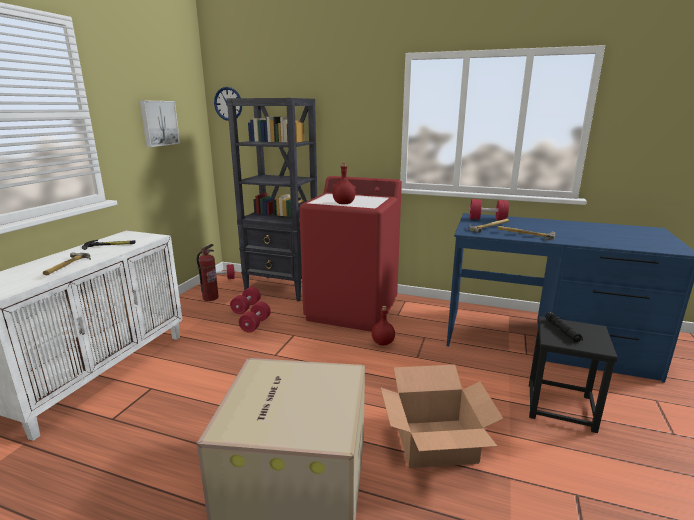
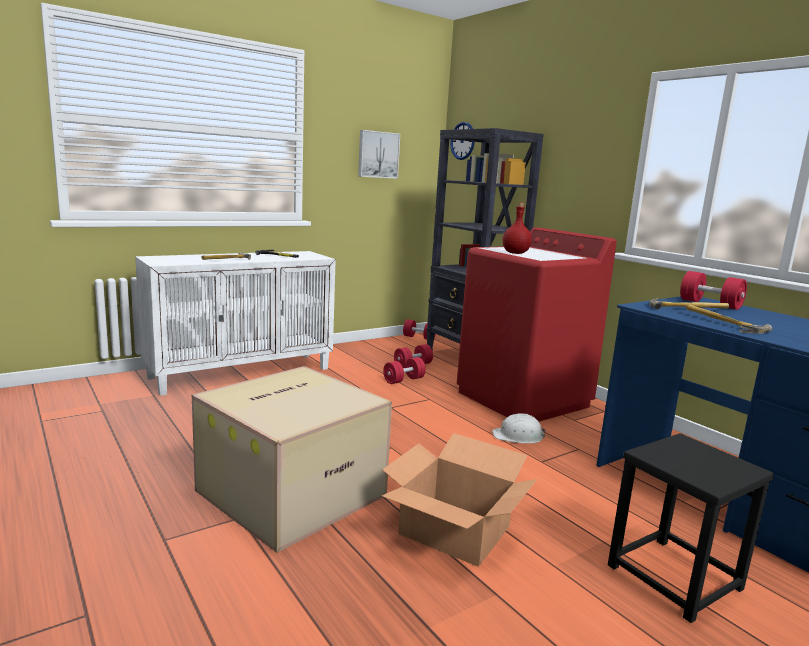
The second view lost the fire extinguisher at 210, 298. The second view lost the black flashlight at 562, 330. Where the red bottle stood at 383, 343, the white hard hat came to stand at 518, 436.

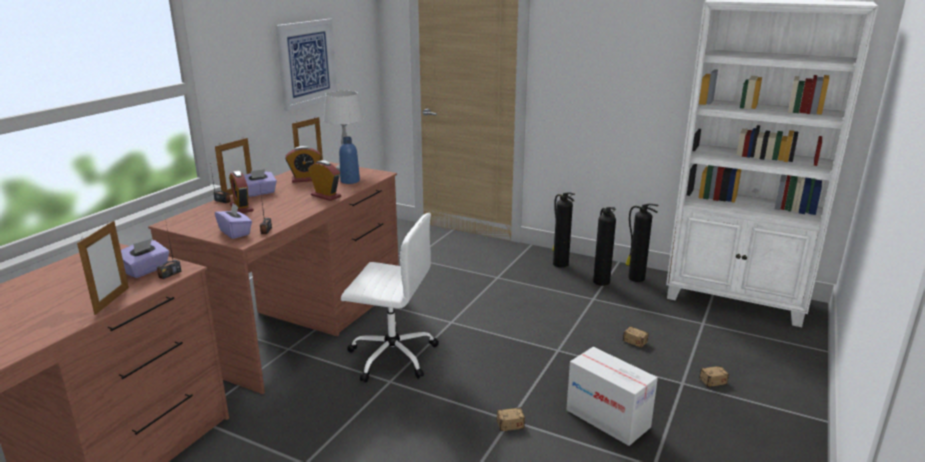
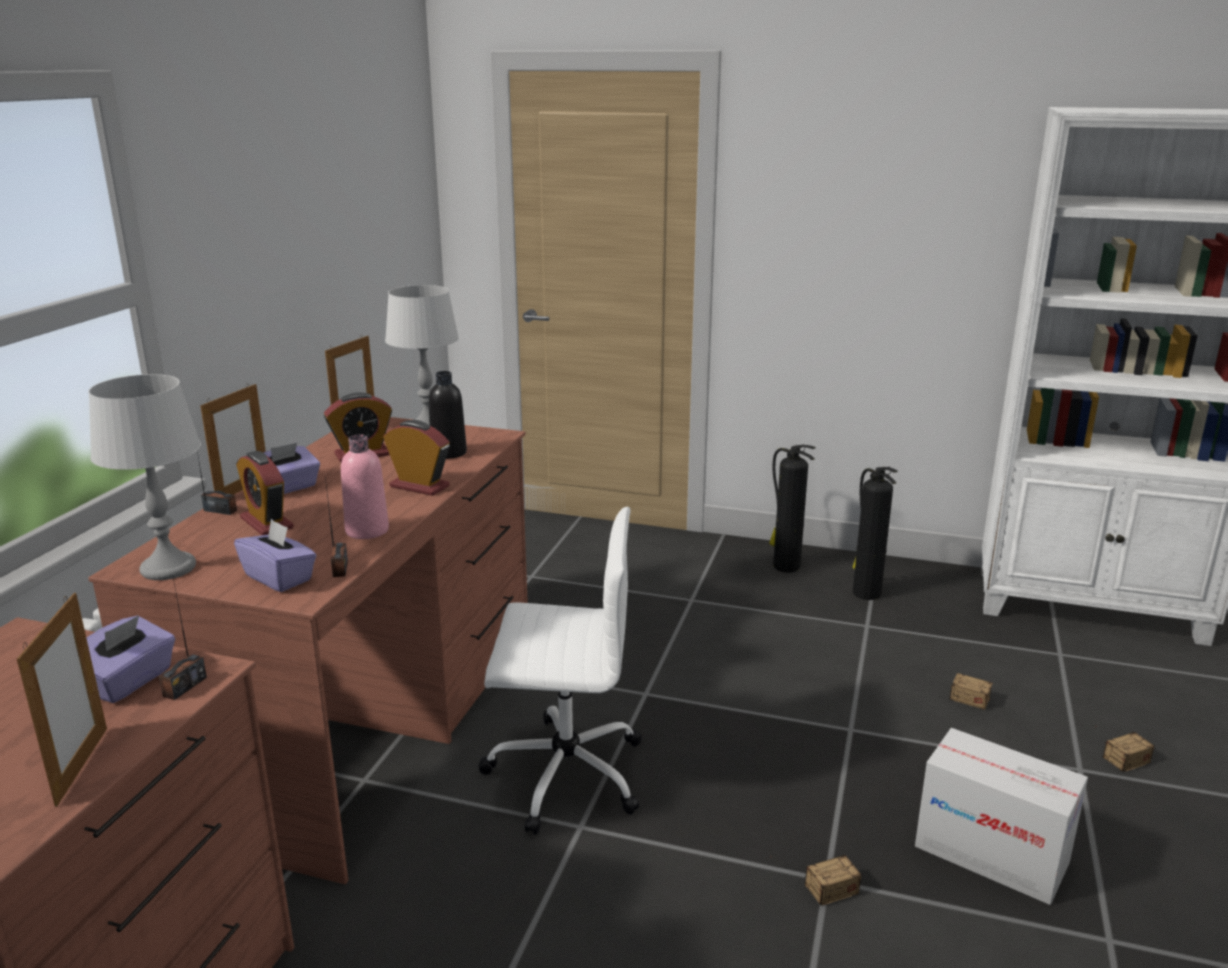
The second view lost the picture at 307, 63. The second view lost the fire extinguisher at 635, 278. The second view gained the grey table lamp at 168, 568. The second view gained the pink bottle at 367, 531. What was the blue bottle at 350, 181 turned into the black bottle at 448, 453.

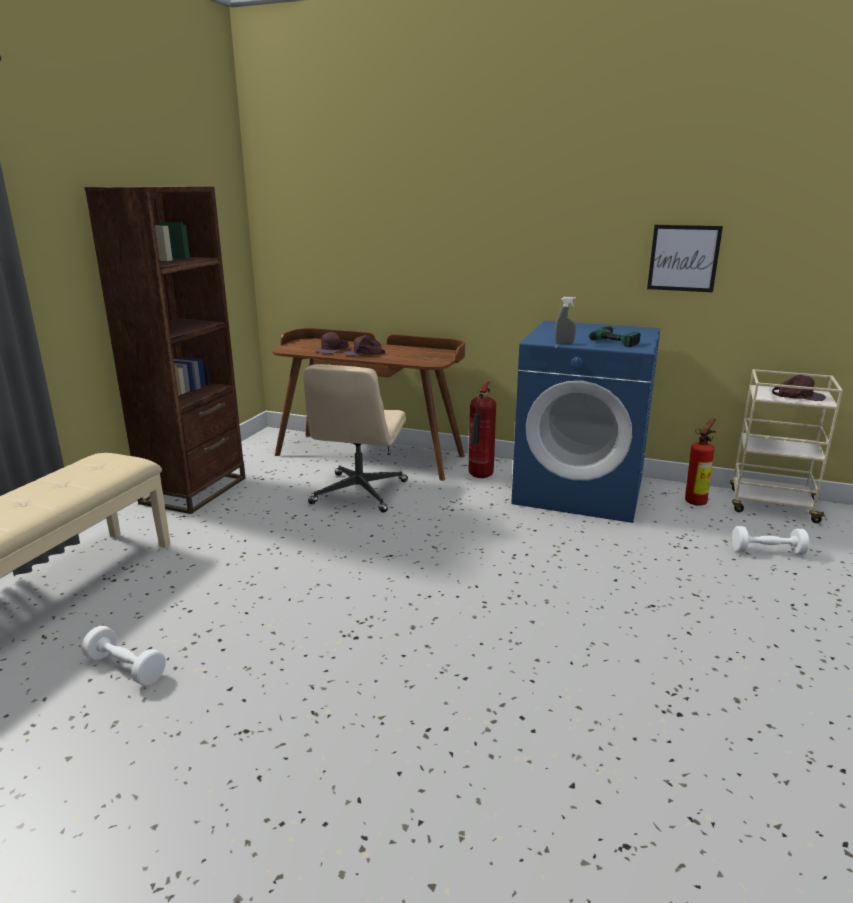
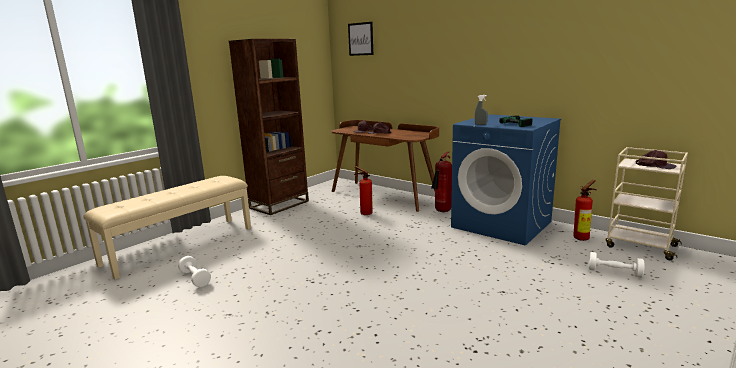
The picture ended up elsewhere, having gone from 683, 258 to 360, 39. Where the beige office chair stood at 359, 493, the fire extinguisher came to stand at 364, 213.

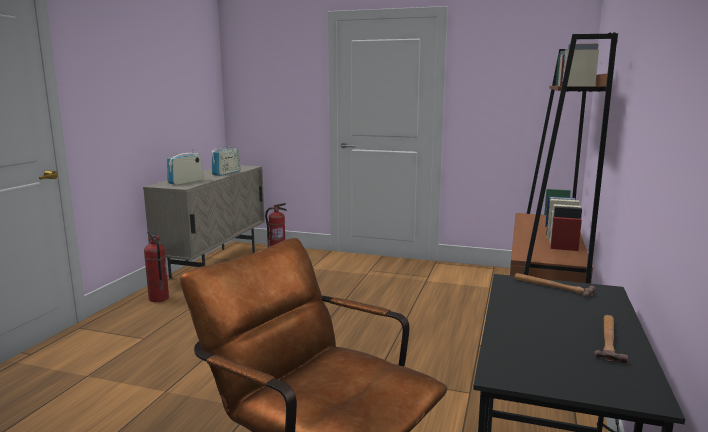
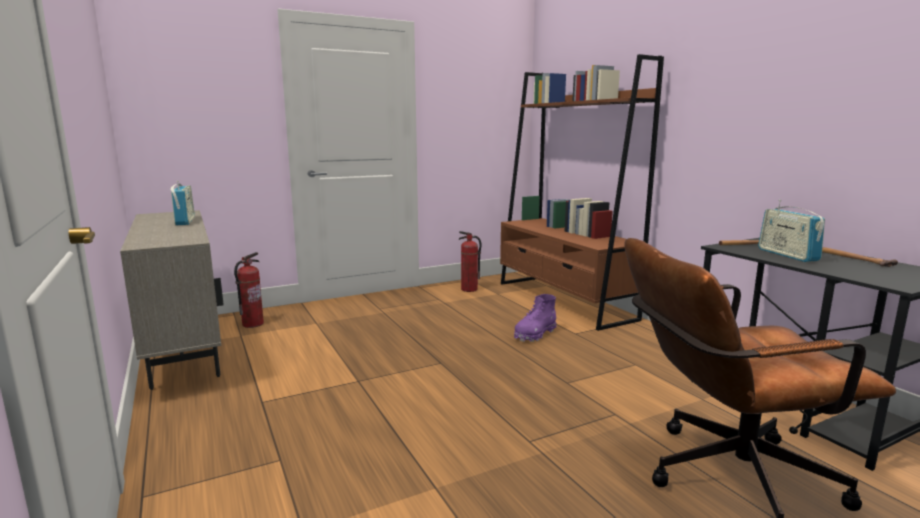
The second view gained the purple boot at 534, 334. The fire extinguisher ended up elsewhere, having gone from 158, 298 to 469, 289. The radio ended up elsewhere, having gone from 186, 181 to 787, 255.

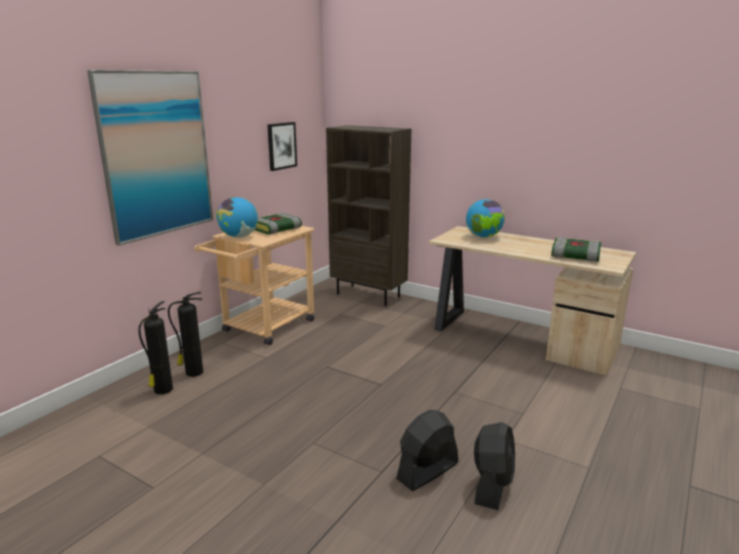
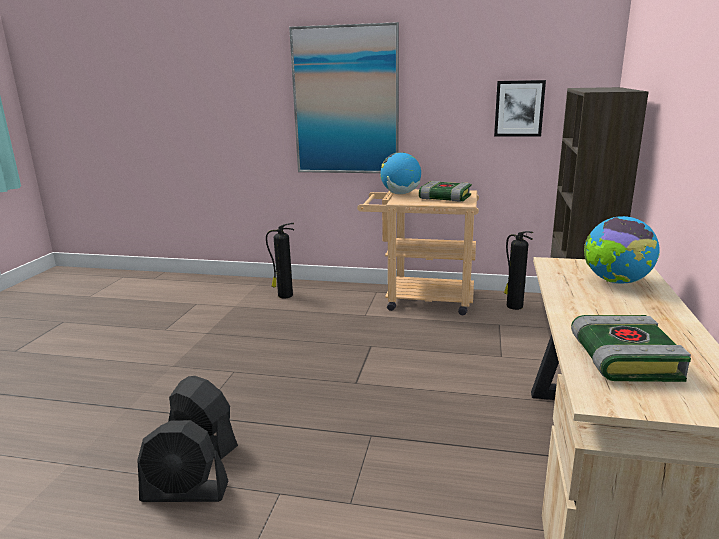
The fire extinguisher ended up elsewhere, having gone from 193, 372 to 513, 306.

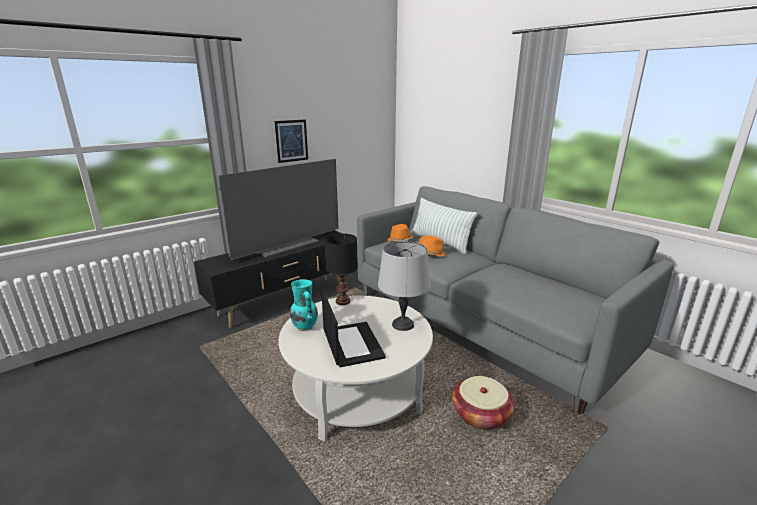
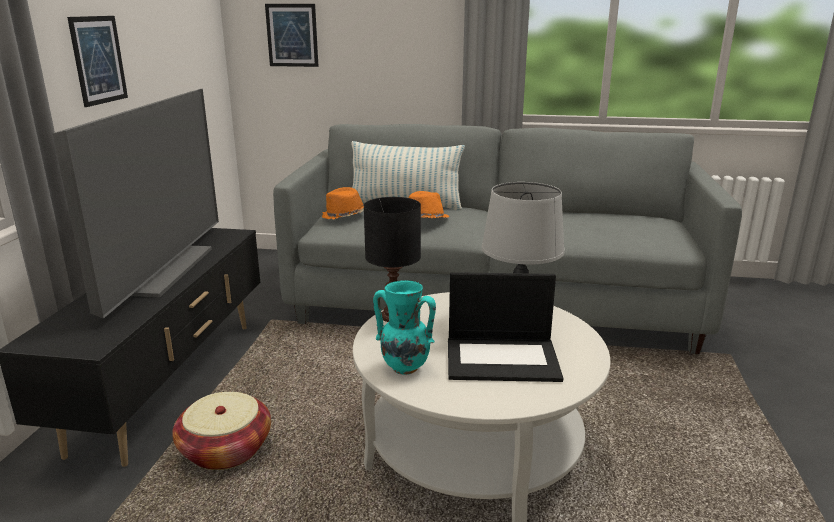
The second view gained the picture at 292, 35. The basket ended up elsewhere, having gone from 481, 414 to 226, 450. The laptop at 351, 343 ended up facing another way, 150 degrees clockwise from before.

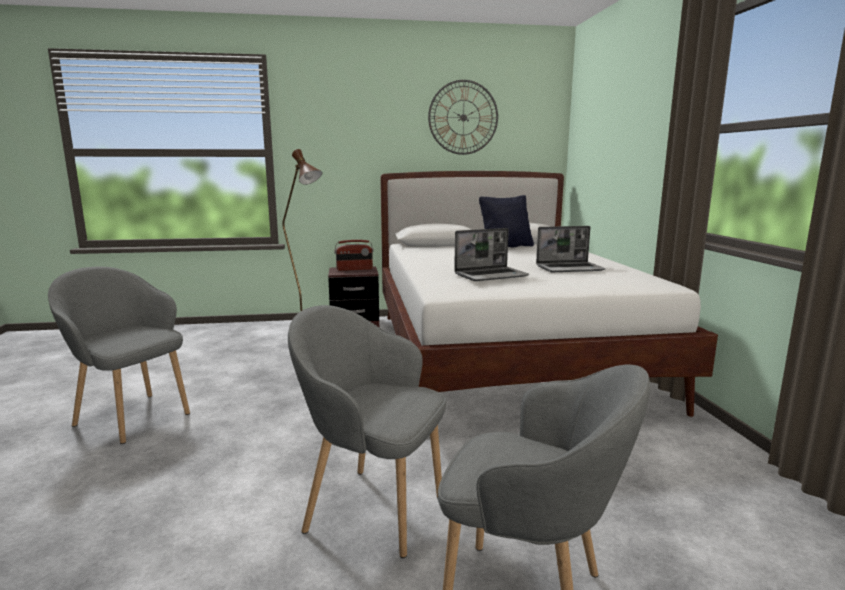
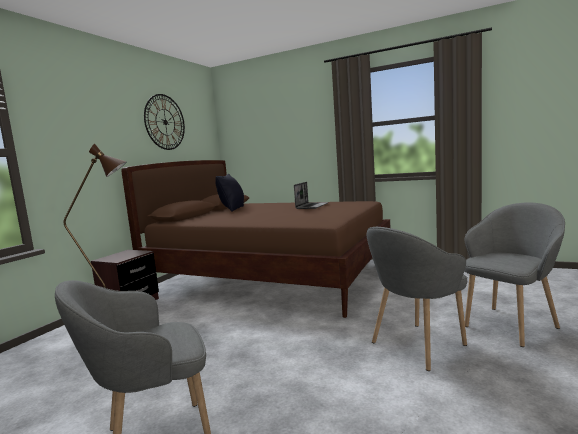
The second view lost the radio at 354, 269. The second view lost the laptop at 491, 275. What was the white bed at 504, 355 turned into the brown bed at 272, 276.

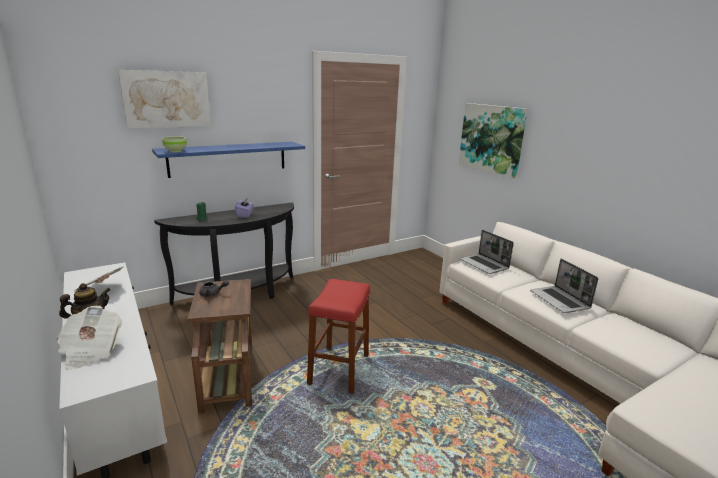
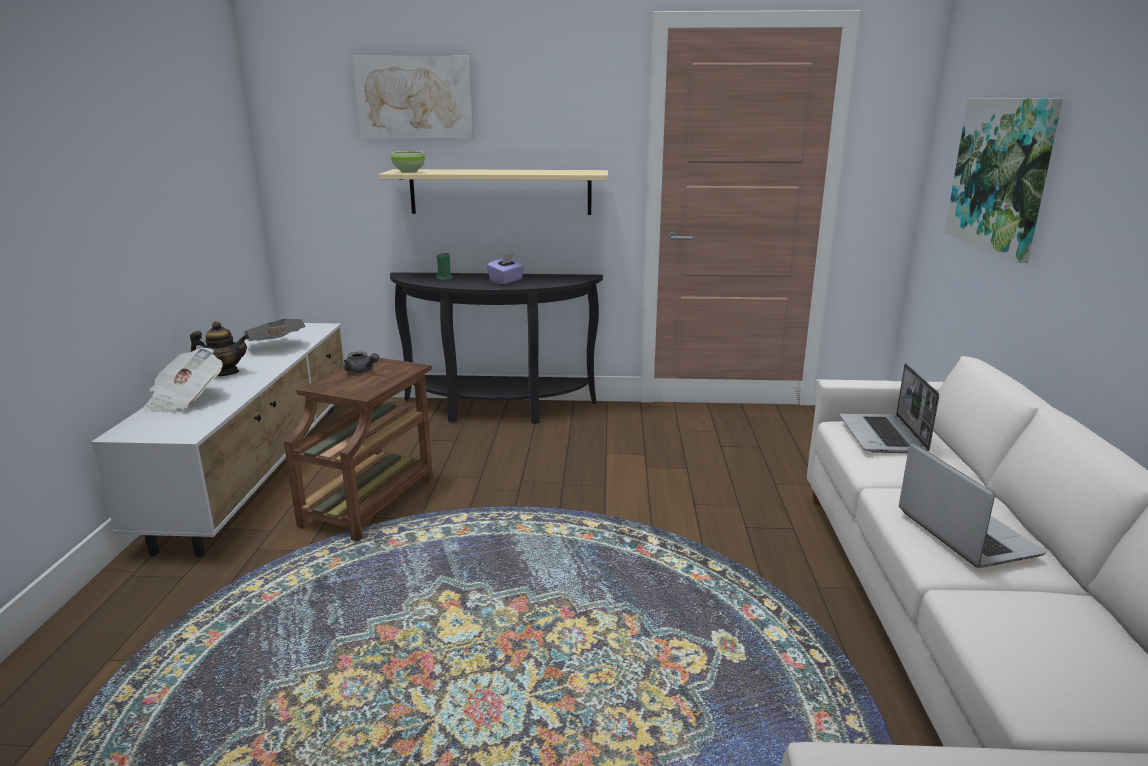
The second view lost the red stool at 339, 369. What was the blue shelf at 228, 158 turned into the beige shelf at 500, 192. The laptop at 560, 300 ended up facing another way, 150 degrees clockwise from before.

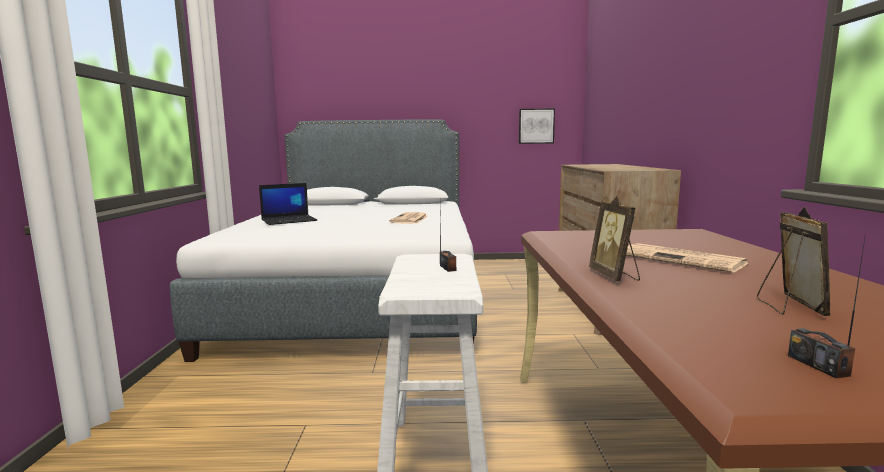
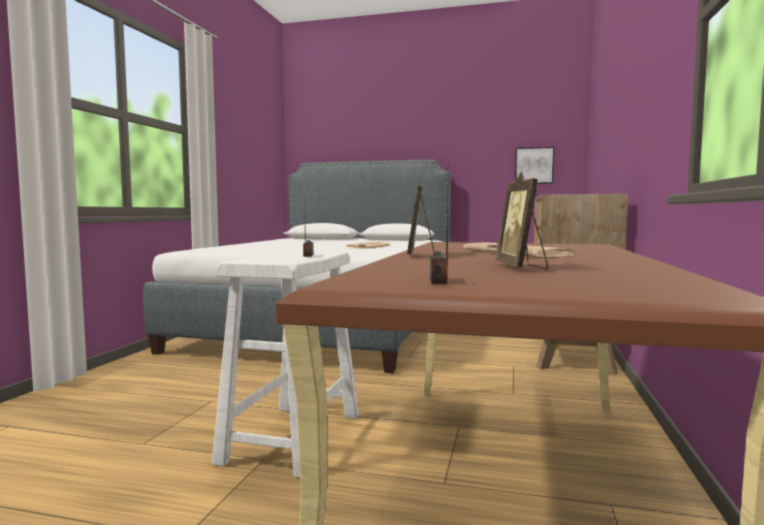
The second view lost the laptop at 289, 220. The picture frame at 788, 307 ended up facing another way, 150 degrees clockwise from before.

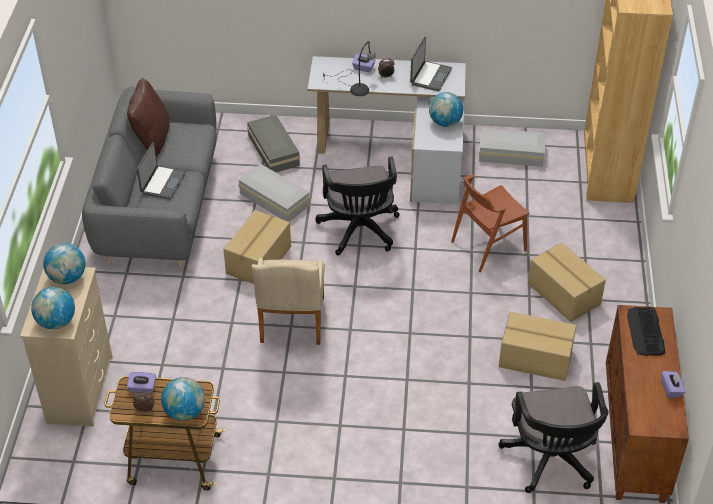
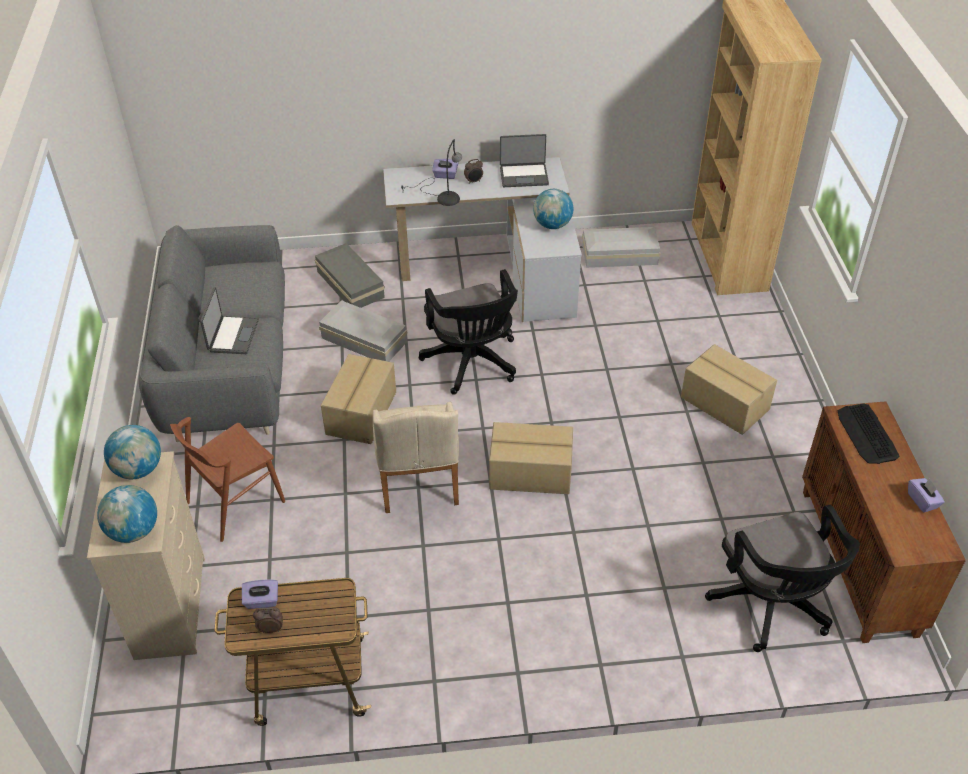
The second view lost the brown pillow at 152, 139. The second view lost the globe at 185, 412. The brown chair ended up elsewhere, having gone from 488, 246 to 235, 502. The cardboard box ended up elsewhere, having gone from 535, 359 to 531, 473. The laptop at 430, 76 ended up facing another way, 75 degrees clockwise from before.

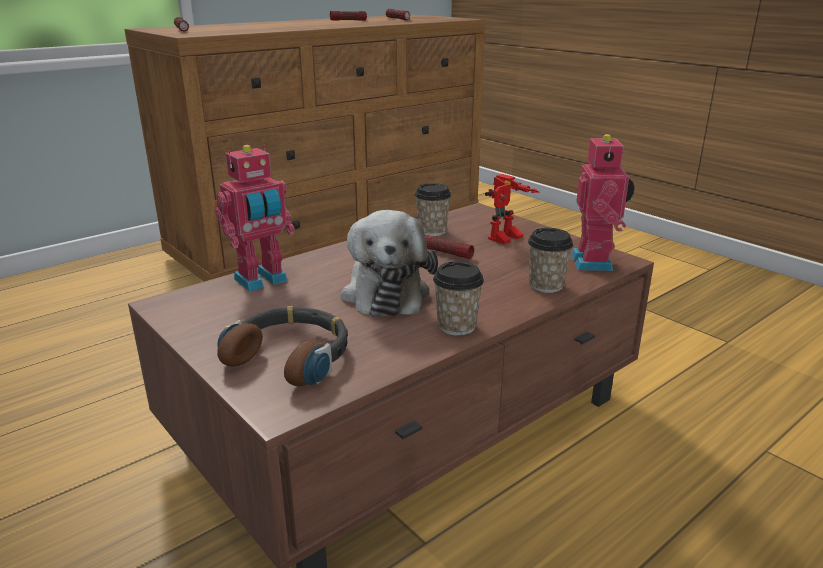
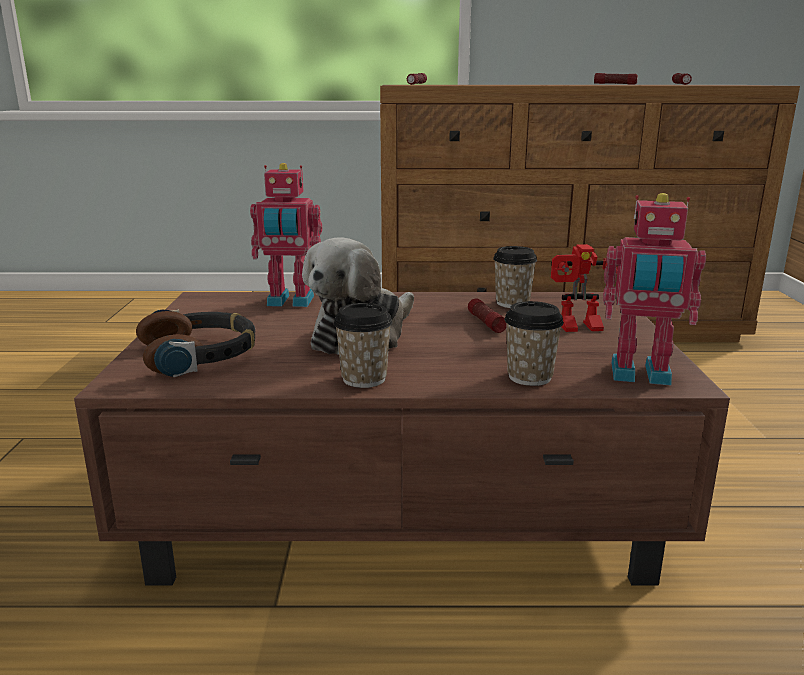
The toy robot at 595, 262 ended up facing another way, 60 degrees clockwise from before.

